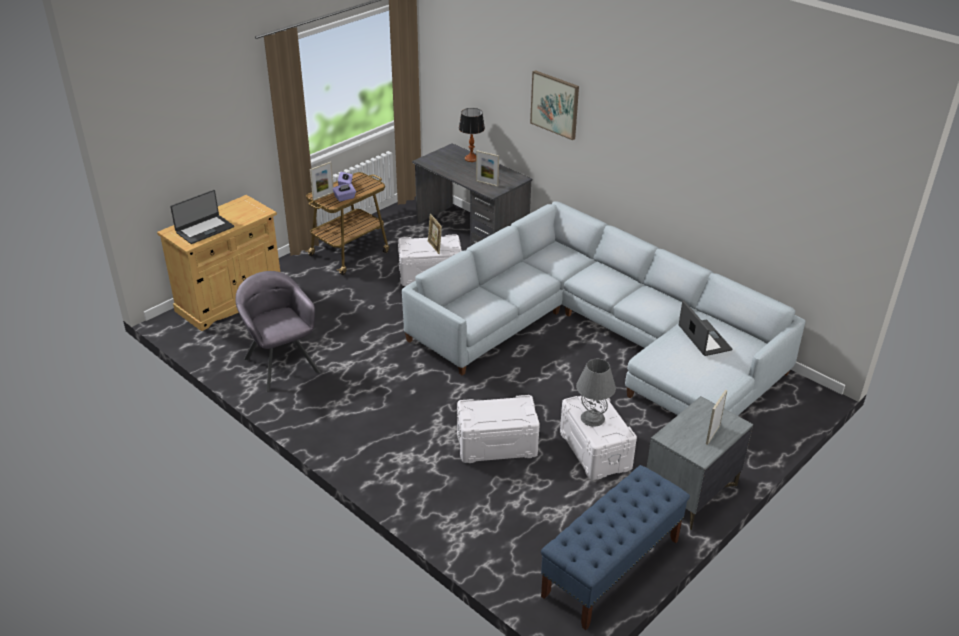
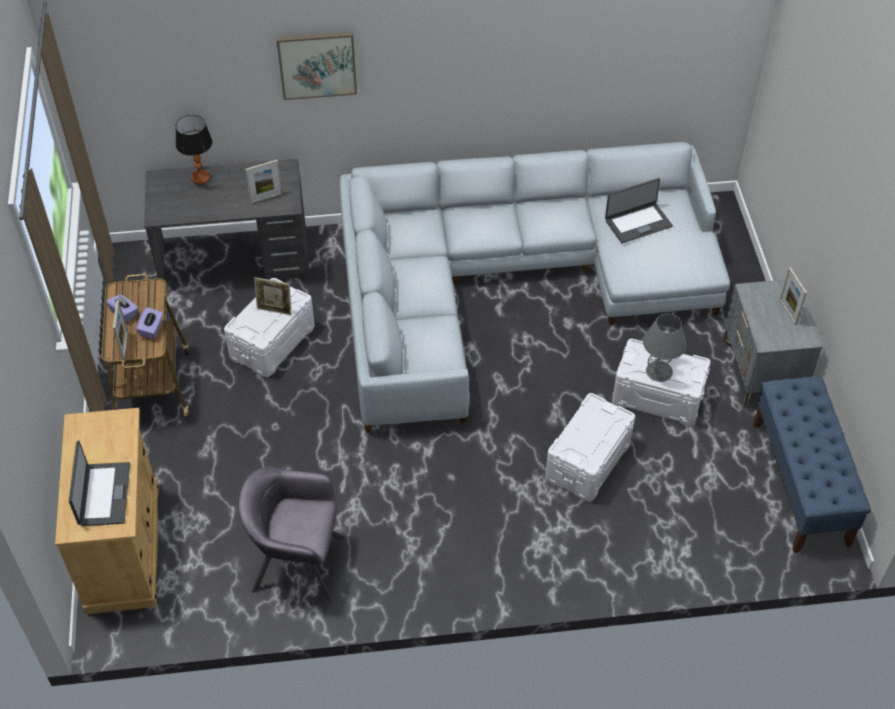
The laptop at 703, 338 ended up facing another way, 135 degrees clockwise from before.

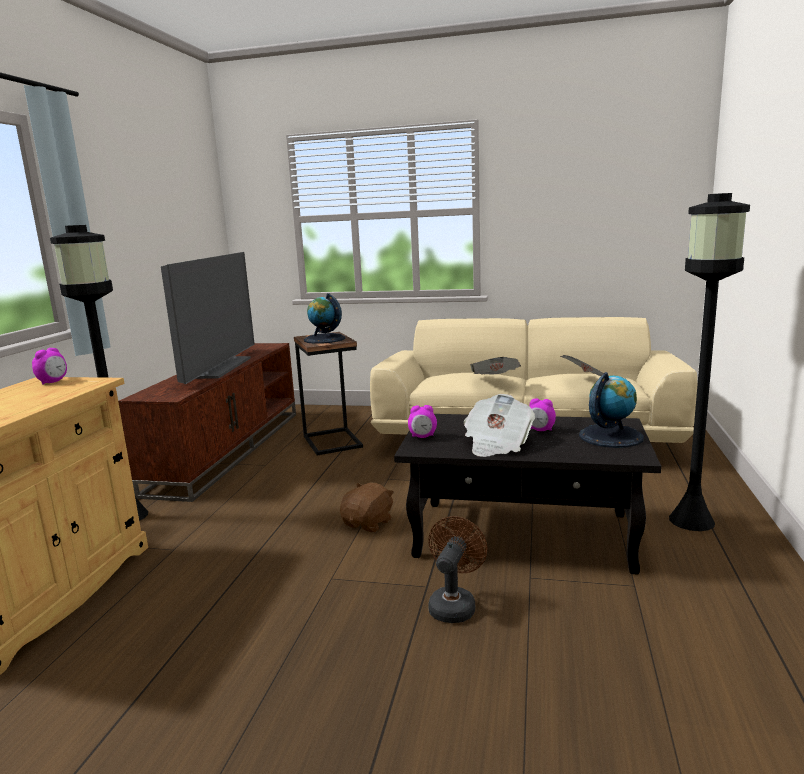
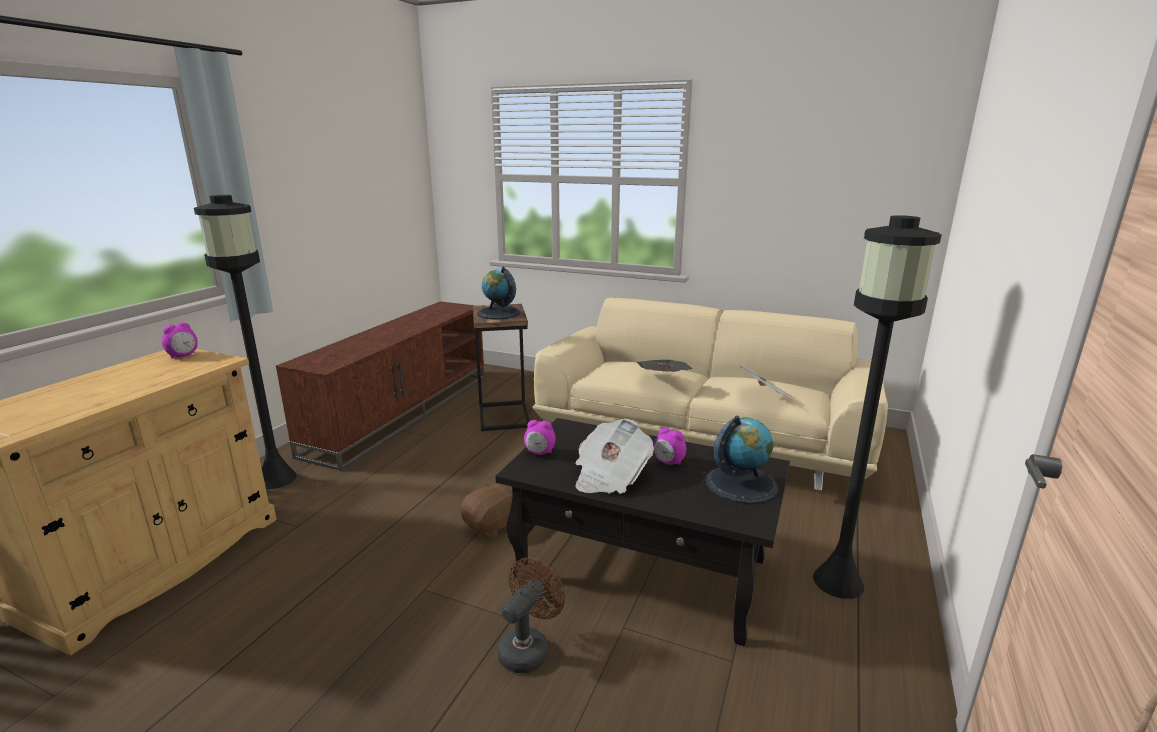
The second view lost the television at 216, 367.

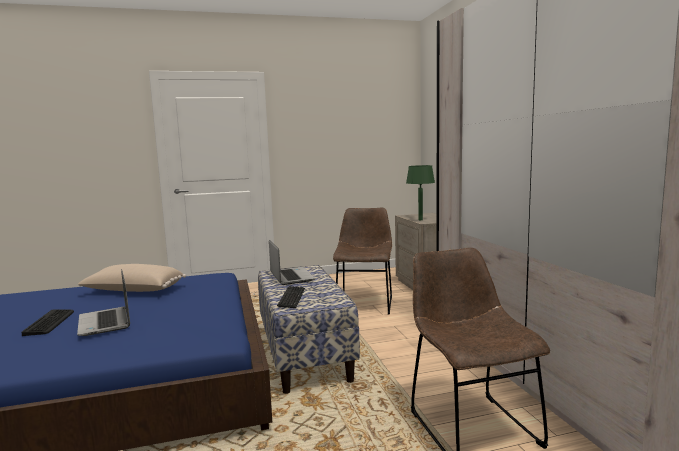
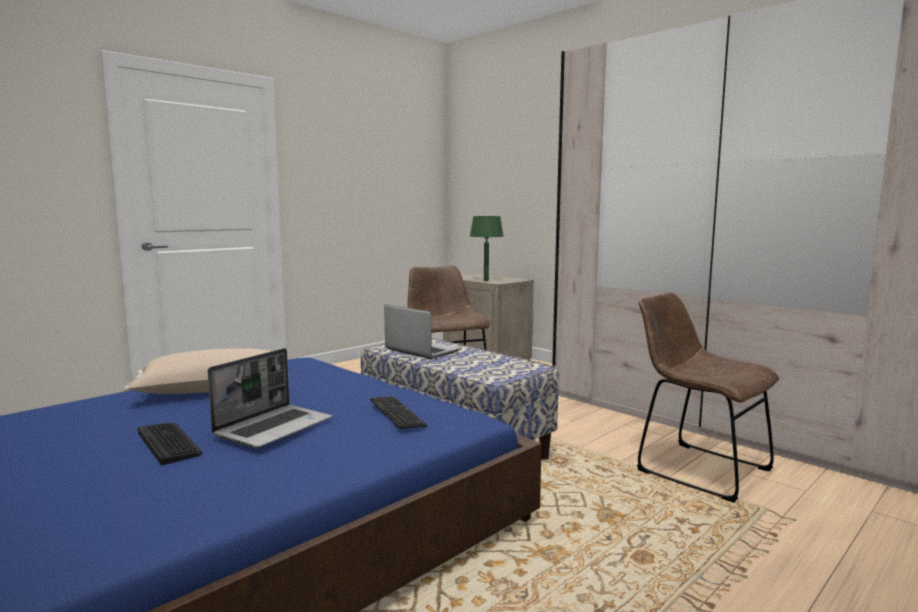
The keyboard ended up elsewhere, having gone from 292, 298 to 397, 414. The laptop at 105, 322 ended up facing another way, 90 degrees counterclockwise from before.

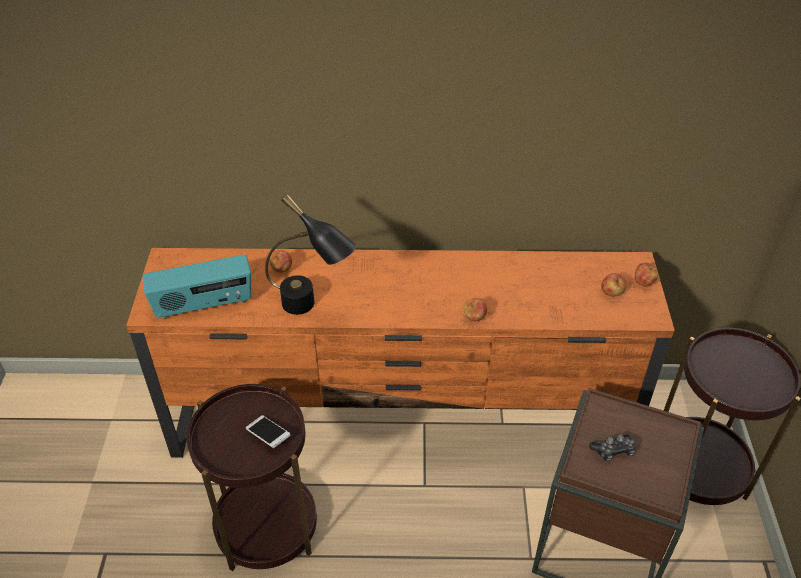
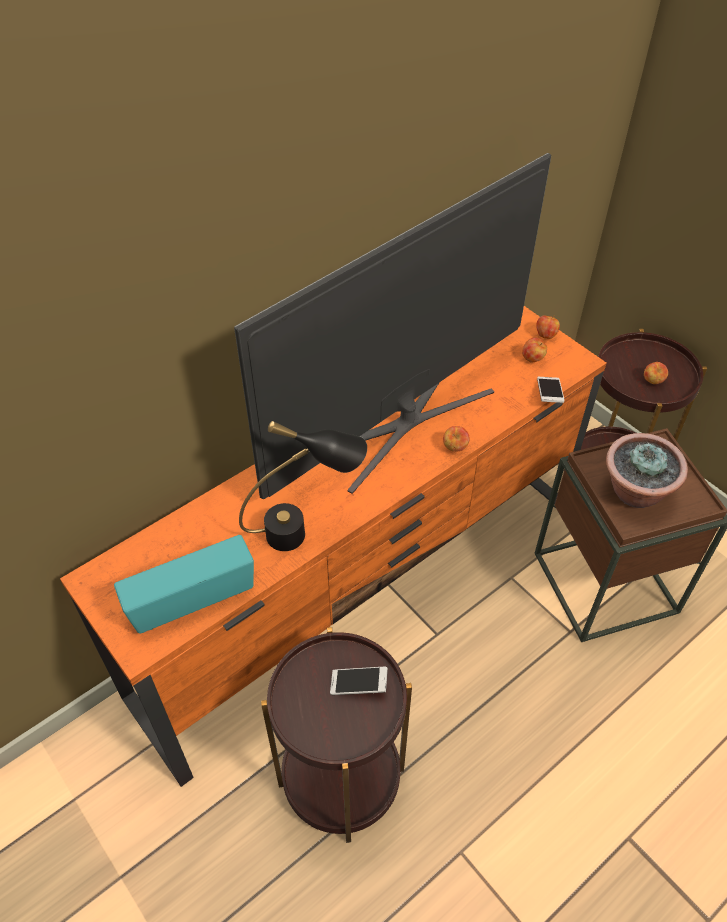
The second view gained the television at 403, 421. The second view gained the phone at 549, 395. The apple ended up elsewhere, having gone from 282, 270 to 652, 381. Where the game controller stood at 613, 451, the potted plant came to stand at 635, 493. The radio at 204, 305 ended up facing another way, 150 degrees counterclockwise from before.

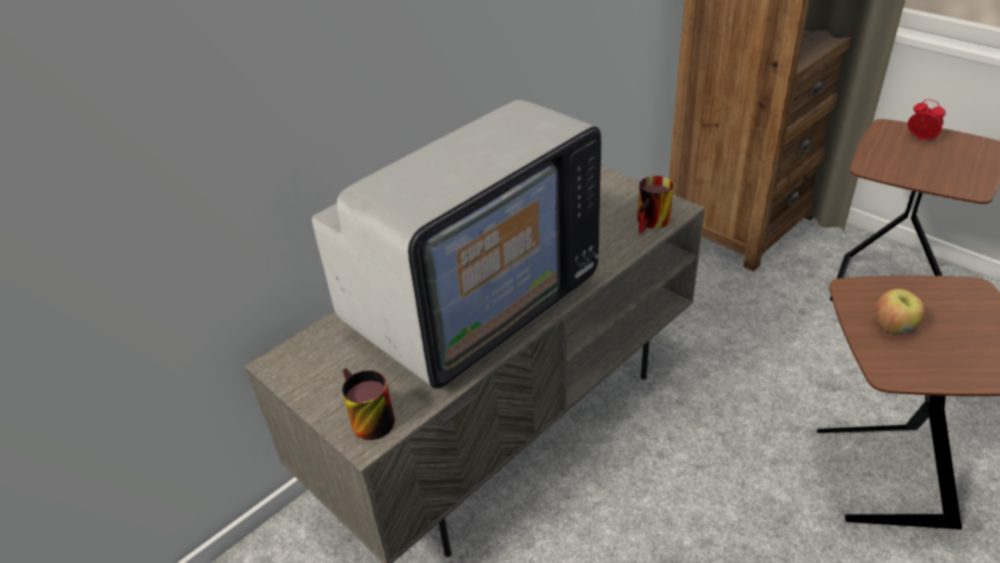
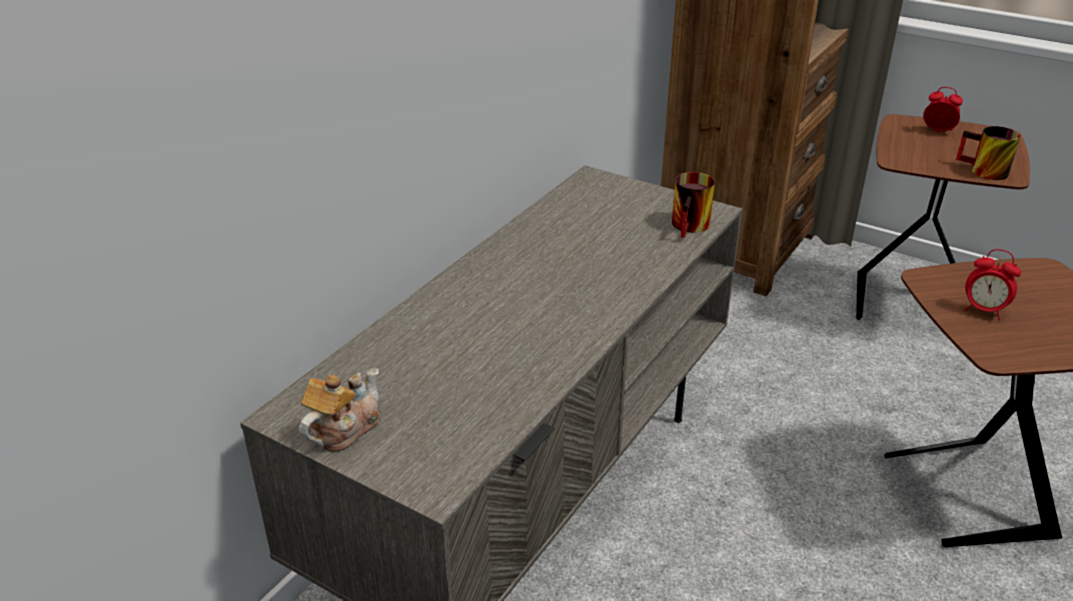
The second view lost the television at 472, 304. The second view gained the teapot at 343, 429. The mug ended up elsewhere, having gone from 365, 420 to 982, 171. Where the apple stood at 894, 326, the alarm clock came to stand at 983, 311.

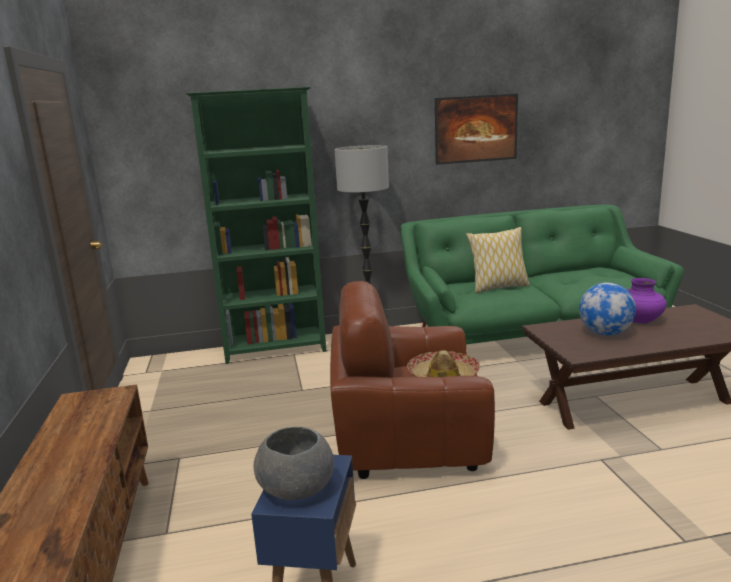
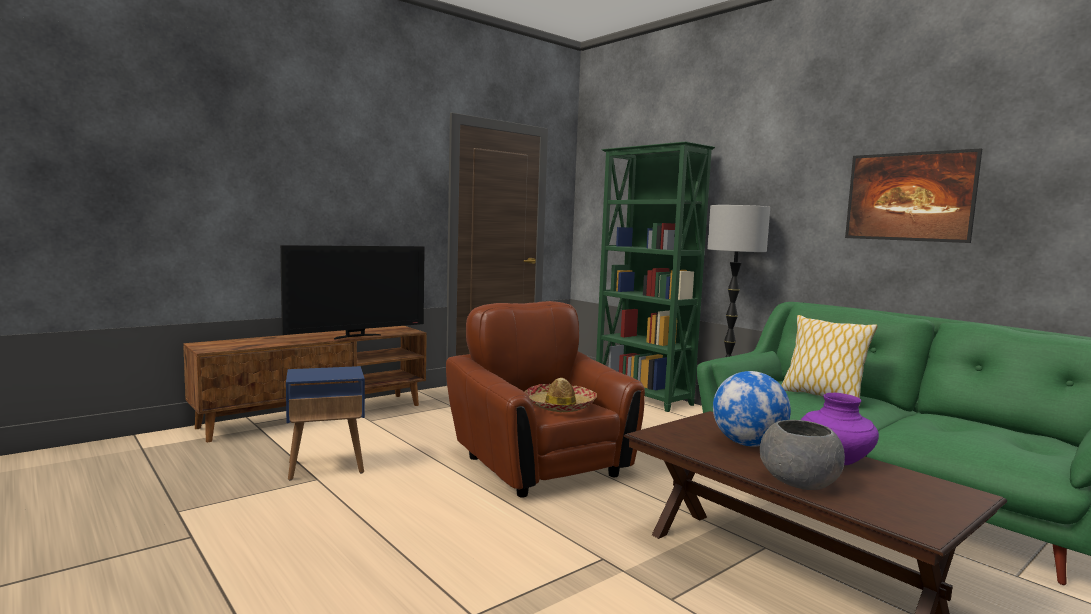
The second view gained the television at 356, 336. The grey bowl ended up elsewhere, having gone from 295, 489 to 797, 482.

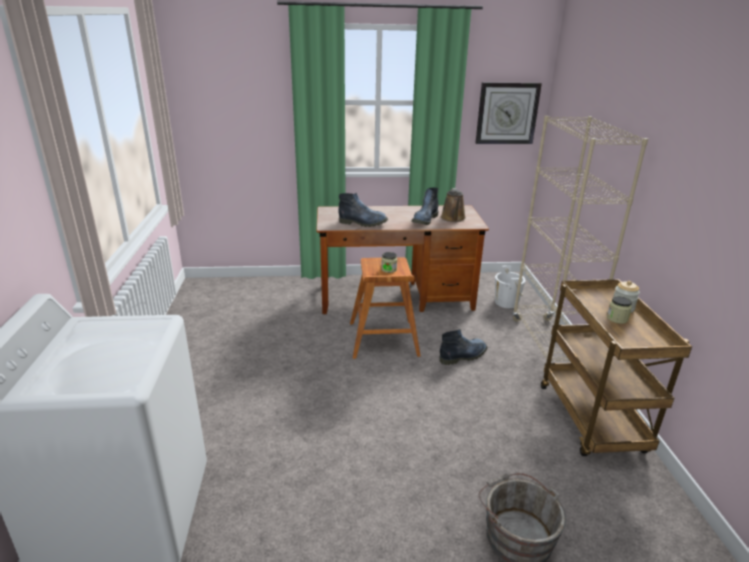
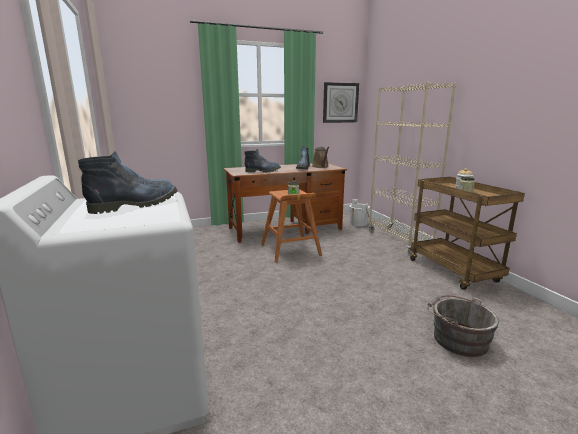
The boot ended up elsewhere, having gone from 463, 355 to 137, 204.

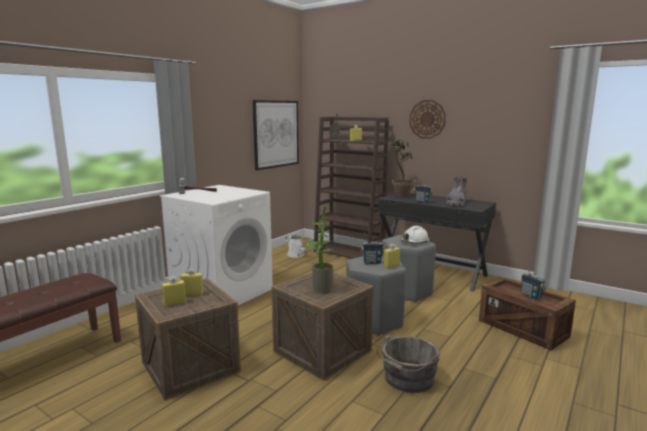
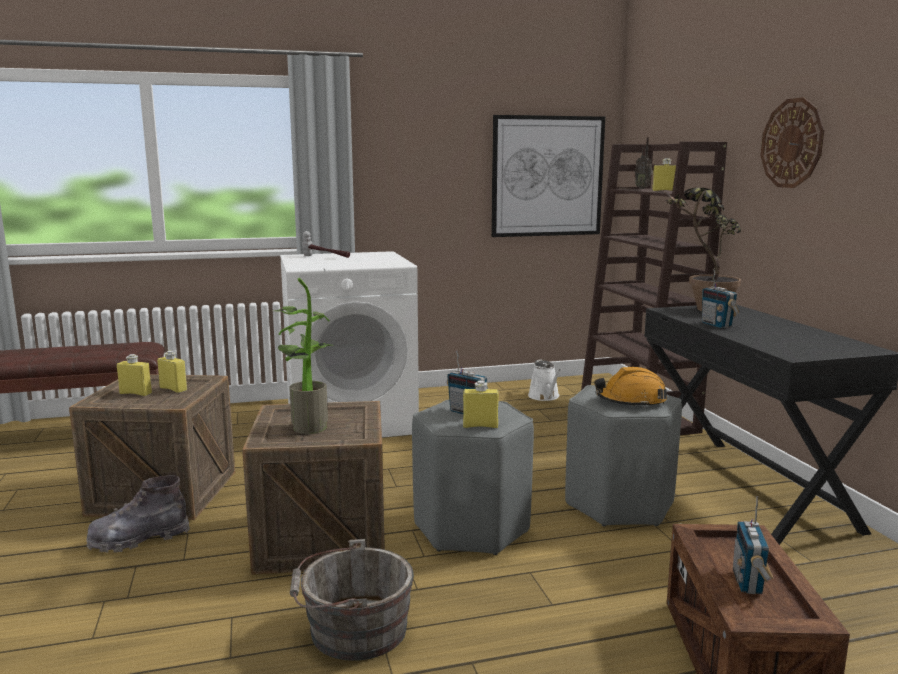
The grey boot ended up elsewhere, having gone from 456, 203 to 139, 539. What was the white hard hat at 414, 242 turned into the orange hard hat at 631, 401.

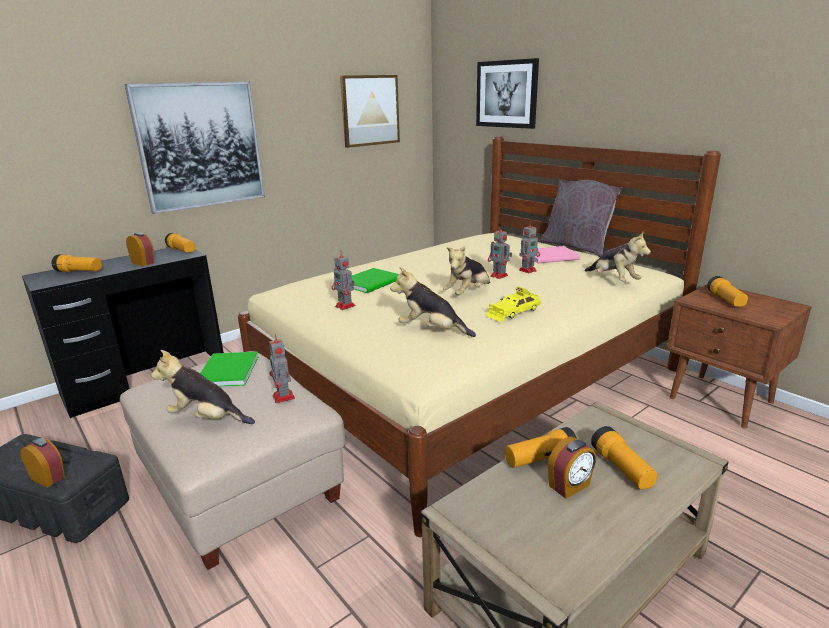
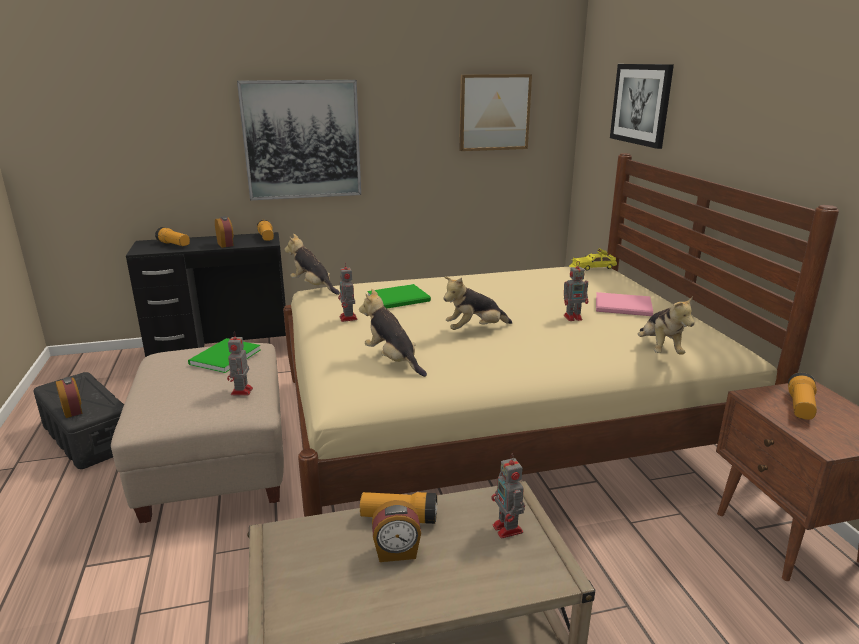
The second view lost the grey pillow at 577, 247. The second view lost the flashlight at 622, 469. The plush toy ended up elsewhere, having gone from 207, 418 to 313, 287. The yellow toy car ended up elsewhere, having gone from 513, 312 to 592, 267. The toy robot ended up elsewhere, having gone from 499, 276 to 508, 530.

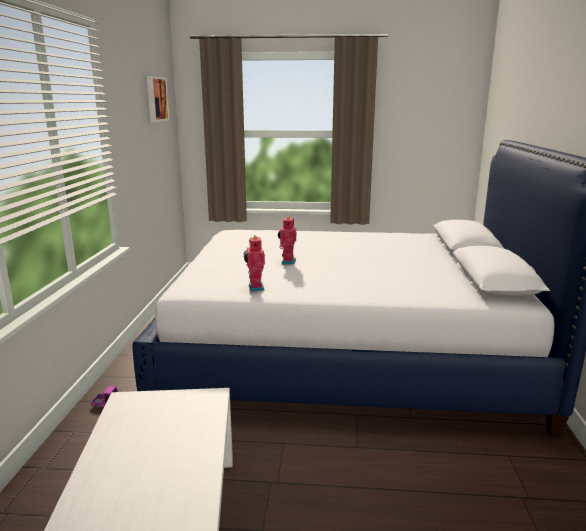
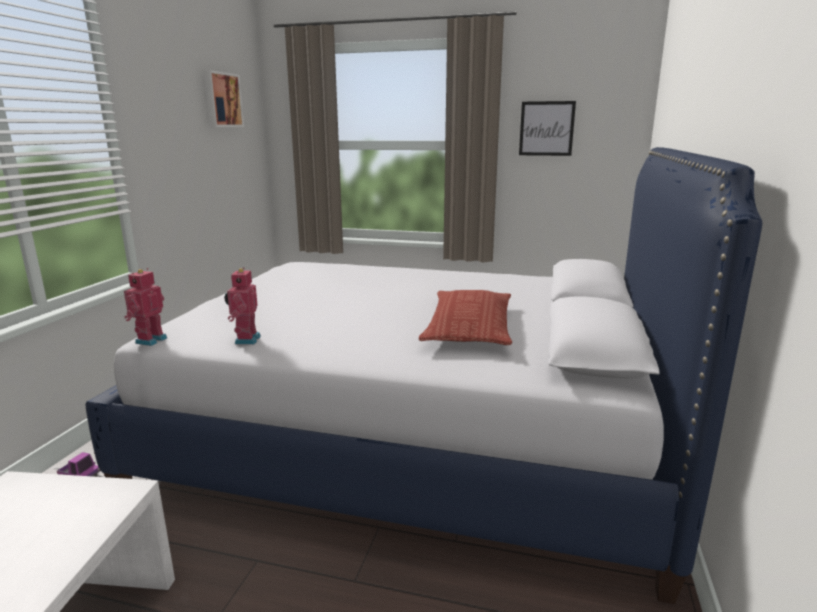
The second view gained the pillow at 469, 327. The second view gained the picture at 546, 128. The toy robot ended up elsewhere, having gone from 287, 261 to 149, 340.

